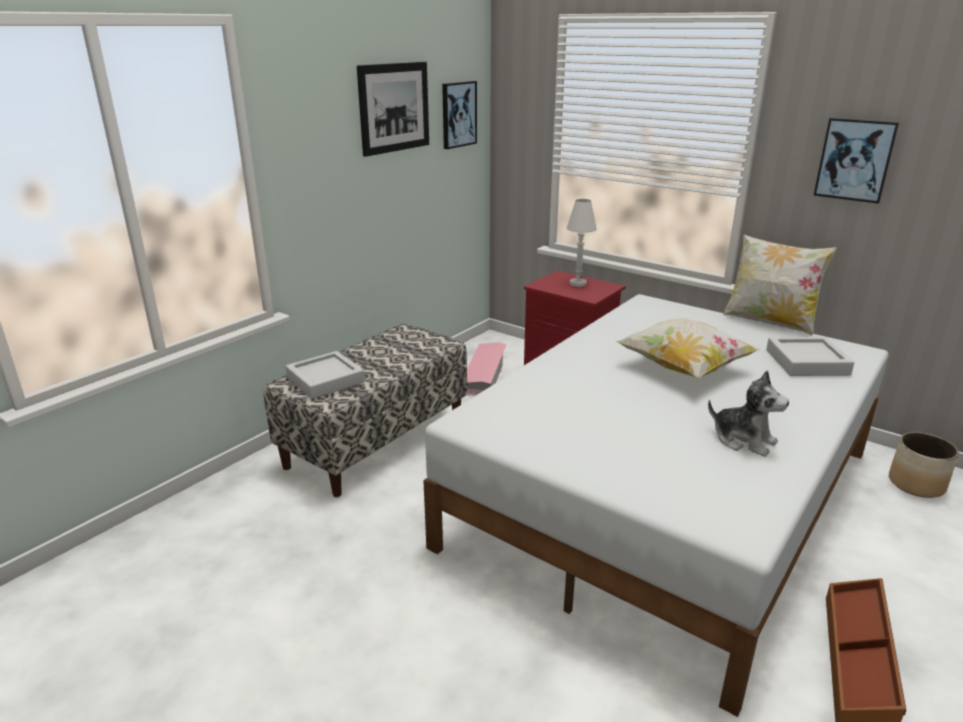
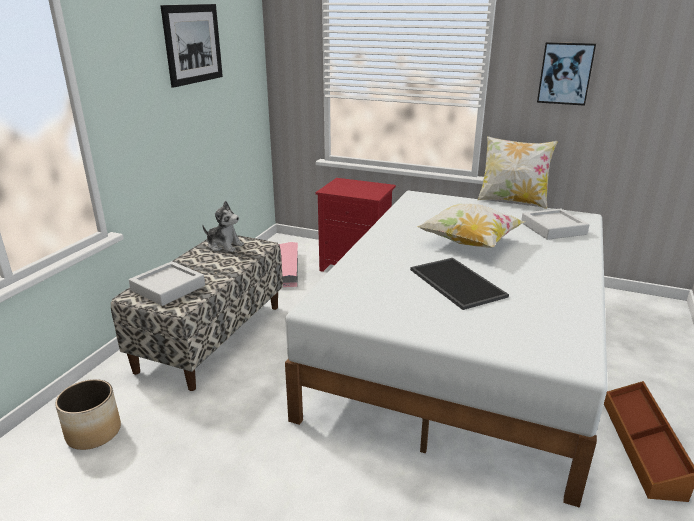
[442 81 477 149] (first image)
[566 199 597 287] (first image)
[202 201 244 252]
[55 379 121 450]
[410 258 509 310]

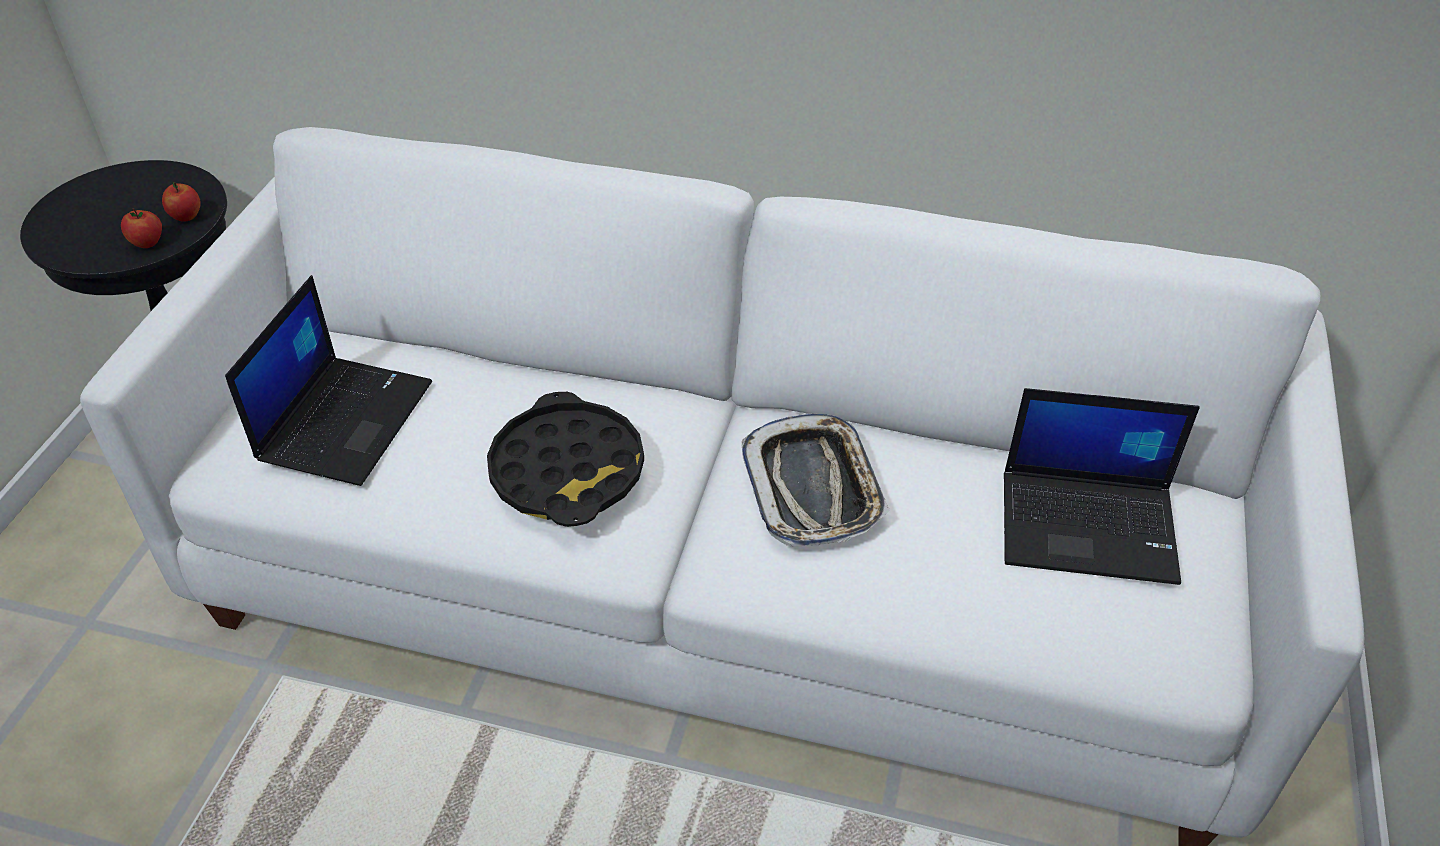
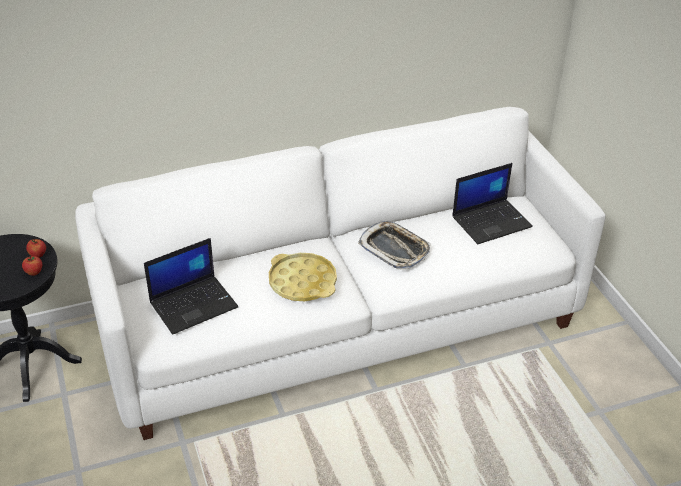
[144 238 238 335]
[269 253 337 301]

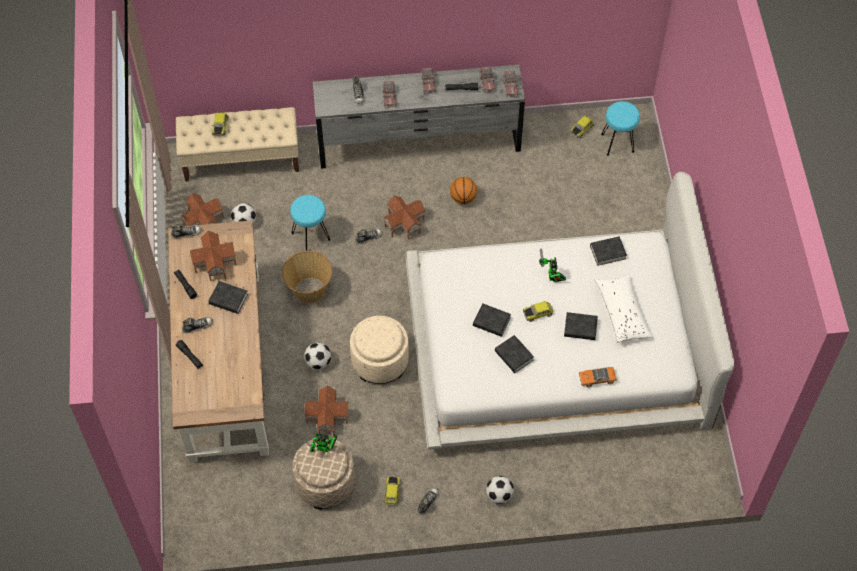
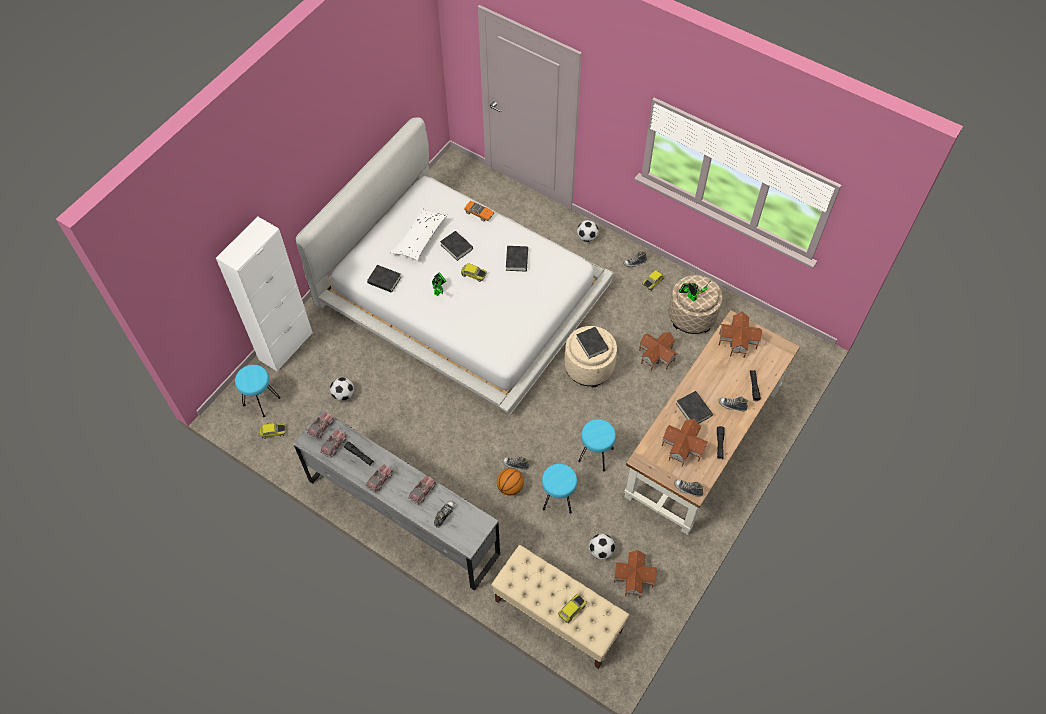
[497 468 524 496]
[719 311 762 358]
[578 419 616 471]
[576 327 609 359]
[330 377 354 401]
[216 217 313 372]

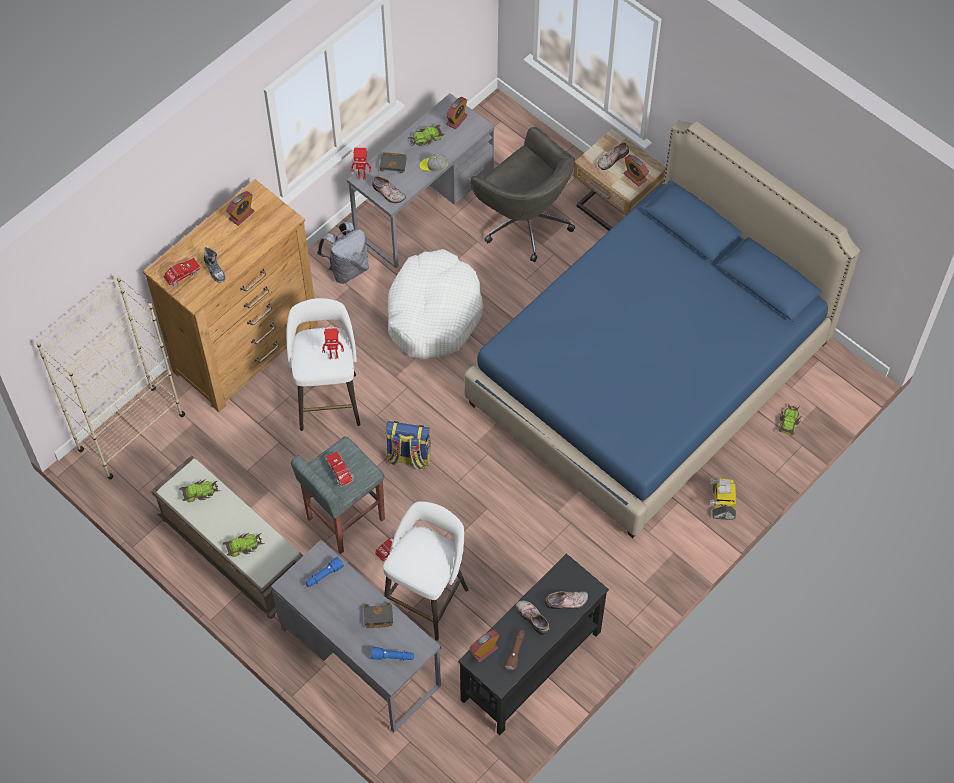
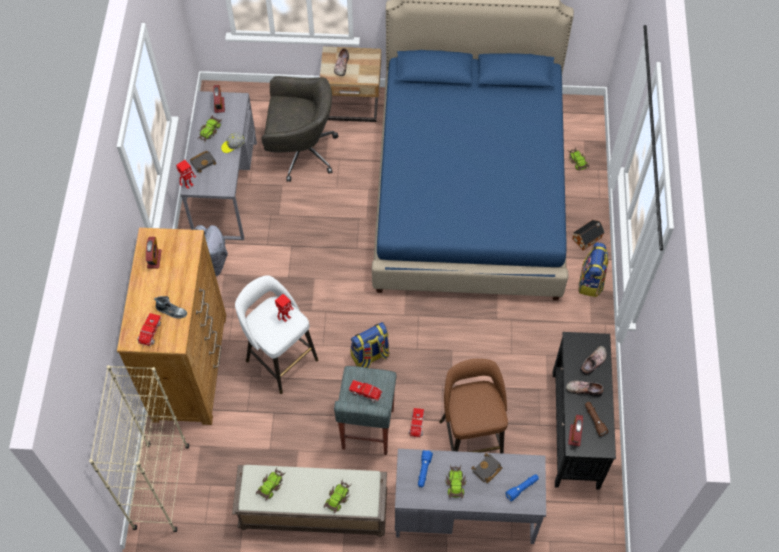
[624 155 649 186] (first image)
[372 176 406 203] (first image)
[388 249 484 359] (first image)
[573 220 605 250]
[439 359 508 454]
[579 242 609 297]
[445 465 466 499]

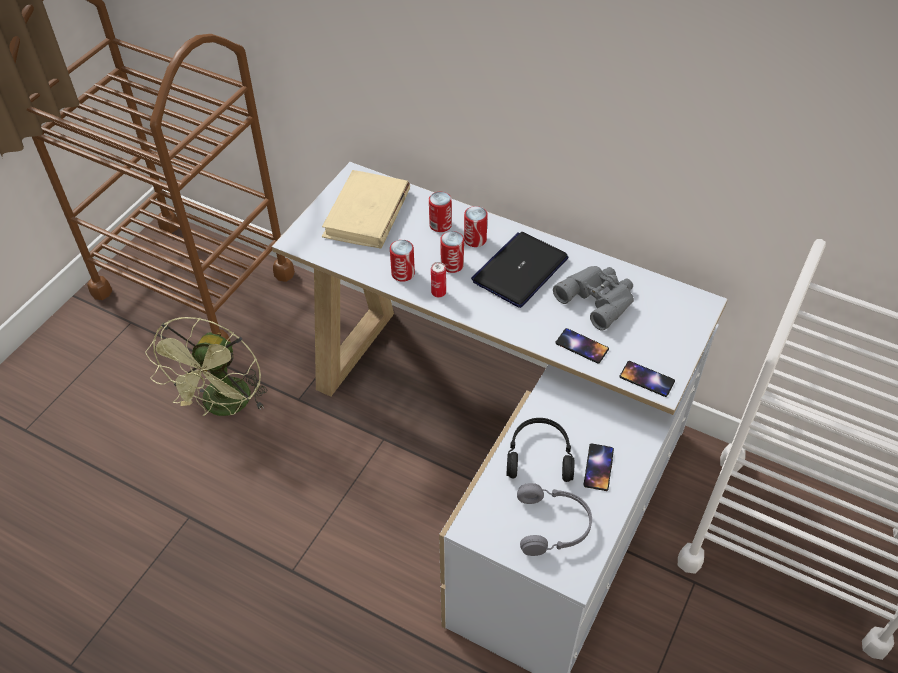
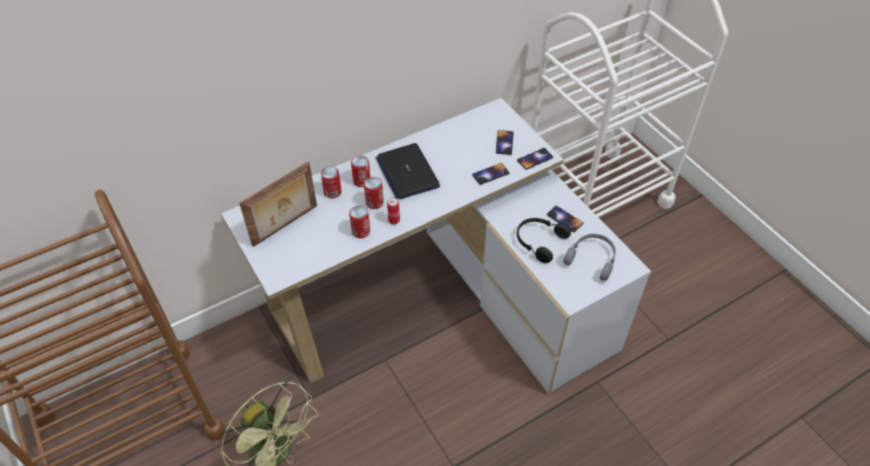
[239 161 317 247]
[553 266 634 331] (first image)
[496 130 514 155]

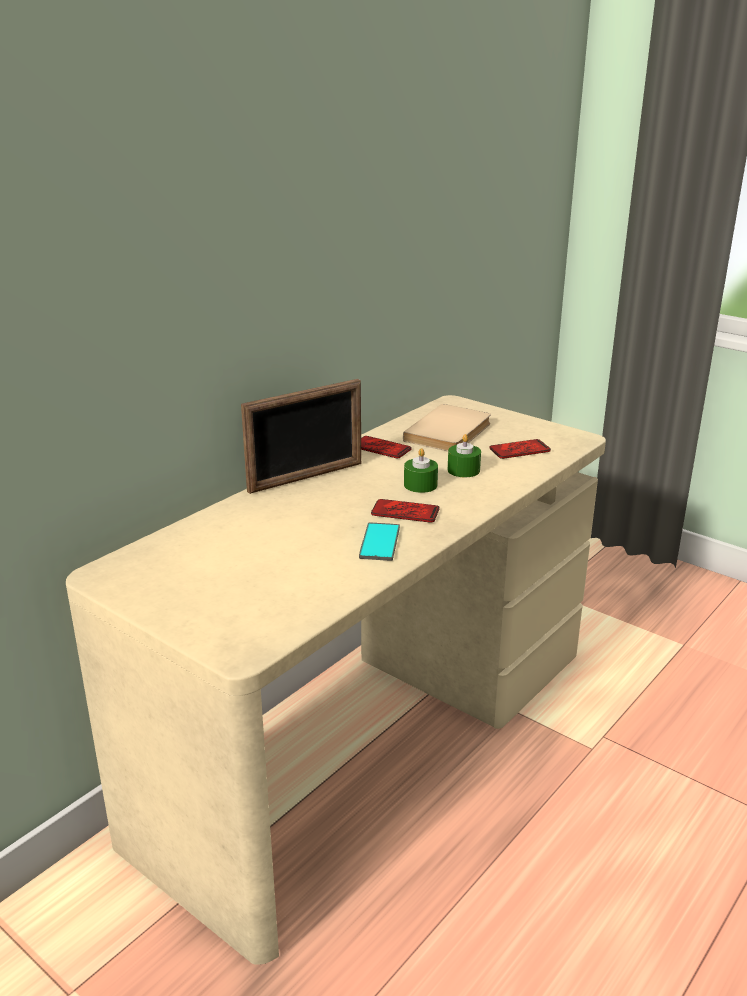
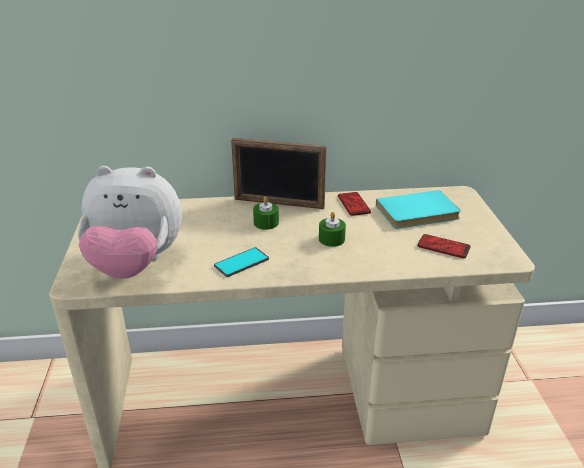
[376 190 461 229]
[253 196 279 230]
[371 499 440 523] (first image)
[78 166 182 279]

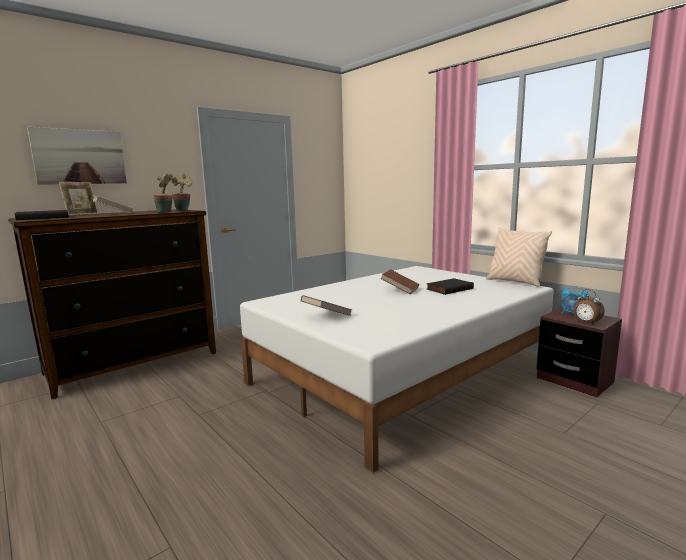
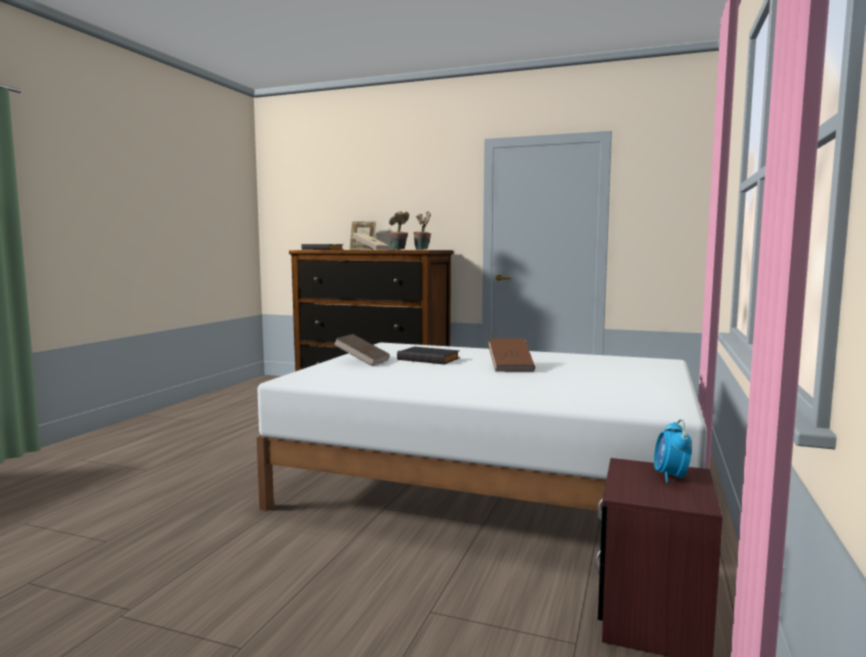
[27 127 127 185] (first image)
[486 227 552 287] (first image)
[397 347 460 365]
[574 289 605 325] (first image)

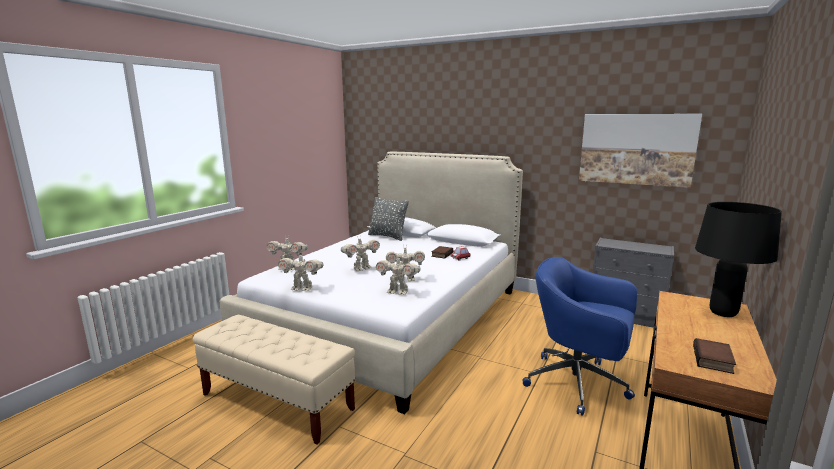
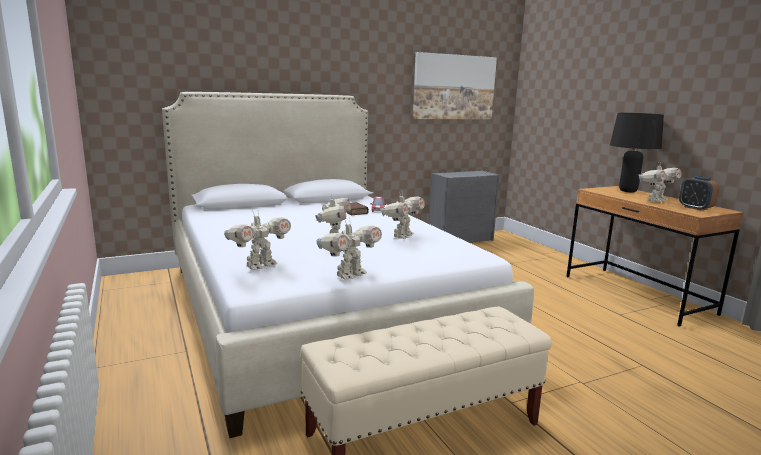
[368 197 409 241] (first image)
[638 162 682 202]
[523 257 637 416] (first image)
[679 176 719 211]

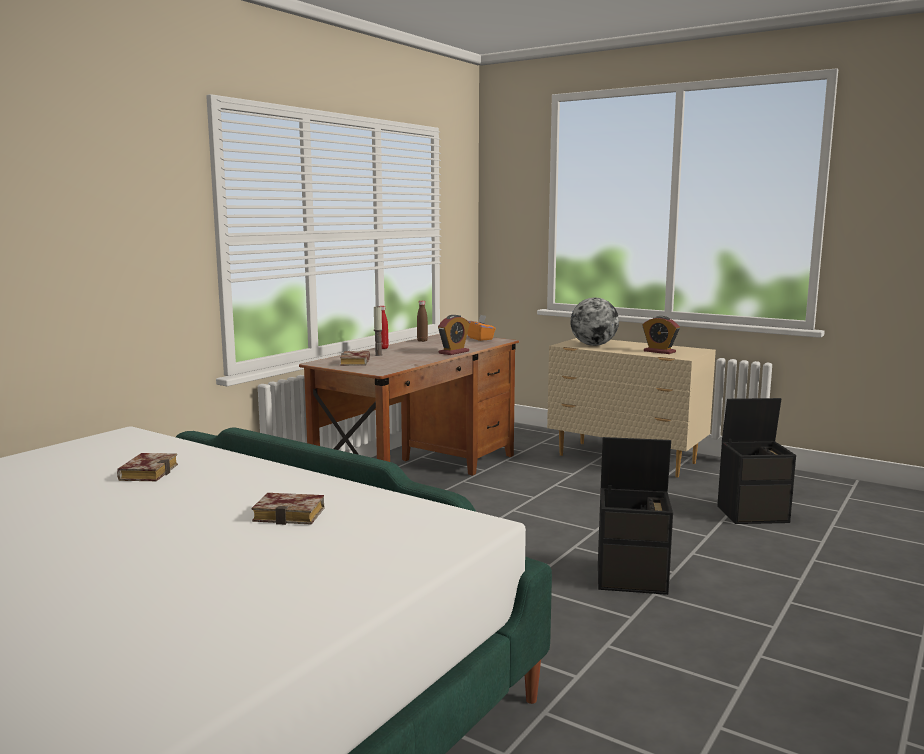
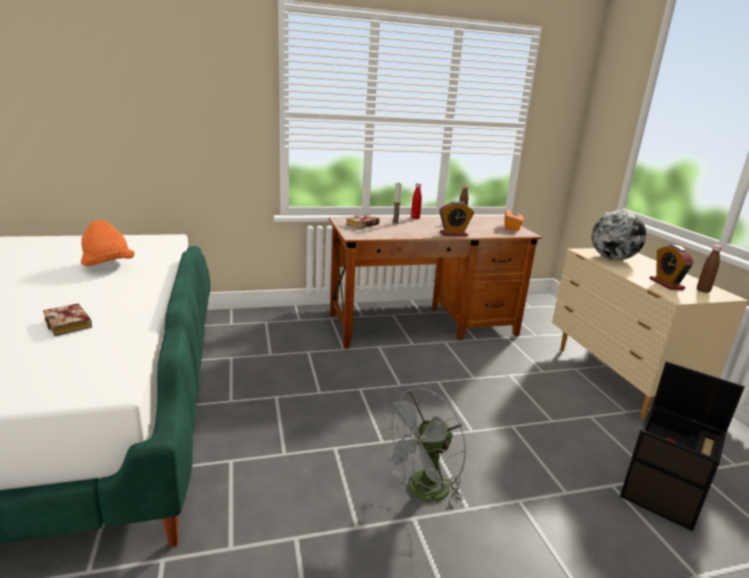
[380 388 466 512]
[81 220 135 266]
[697 245 722 293]

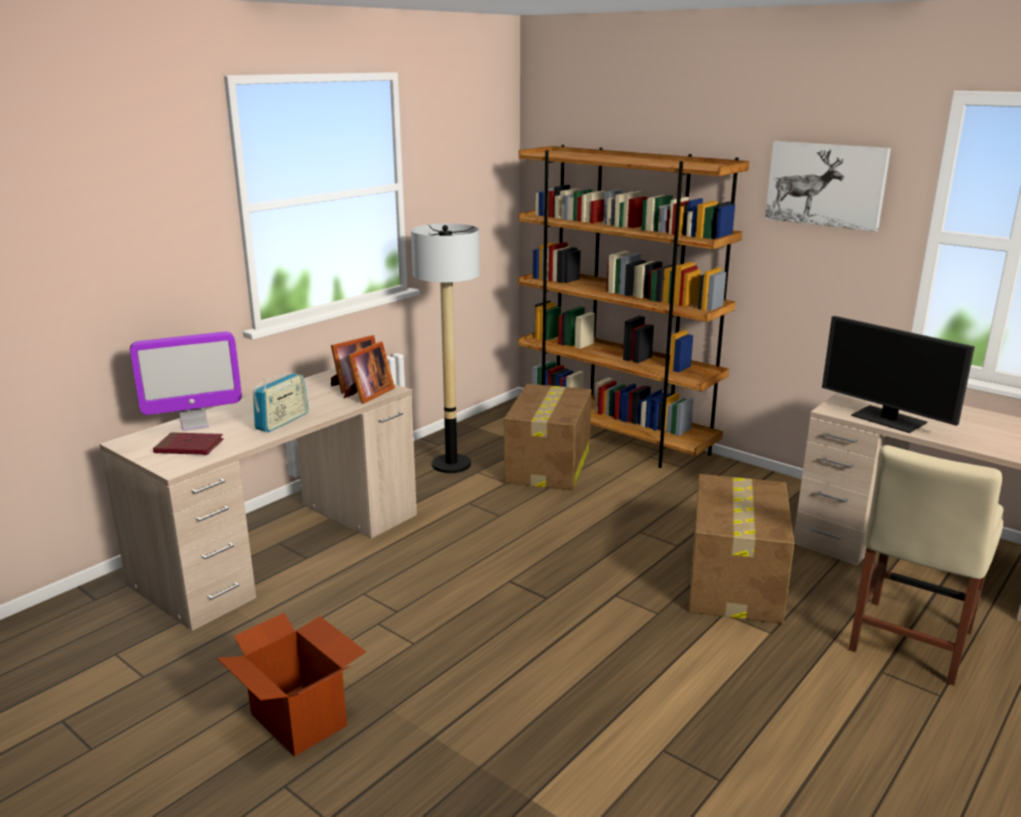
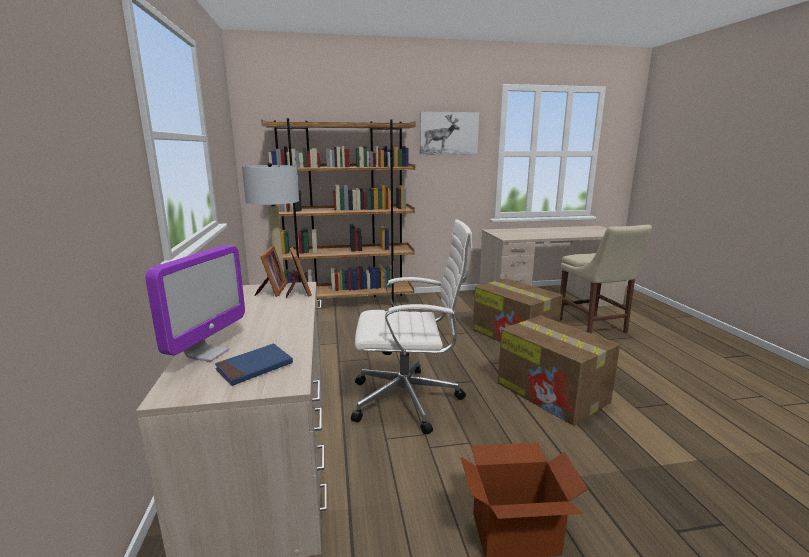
[822 316 975 433] (first image)
[253 373 308 432] (first image)
[498 315 620 426]
[215 344 293 386]
[351 219 473 434]

